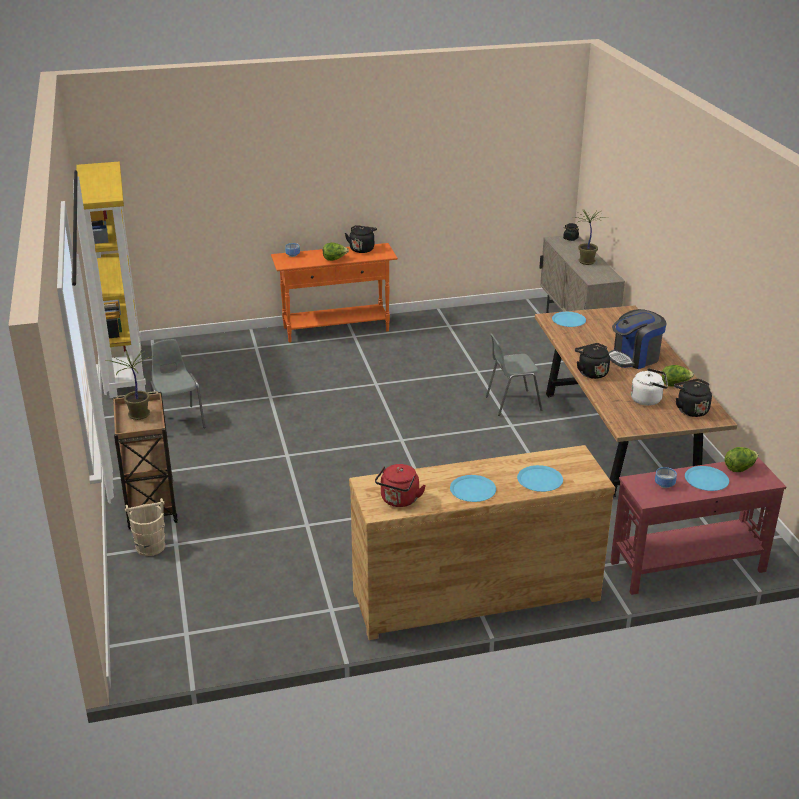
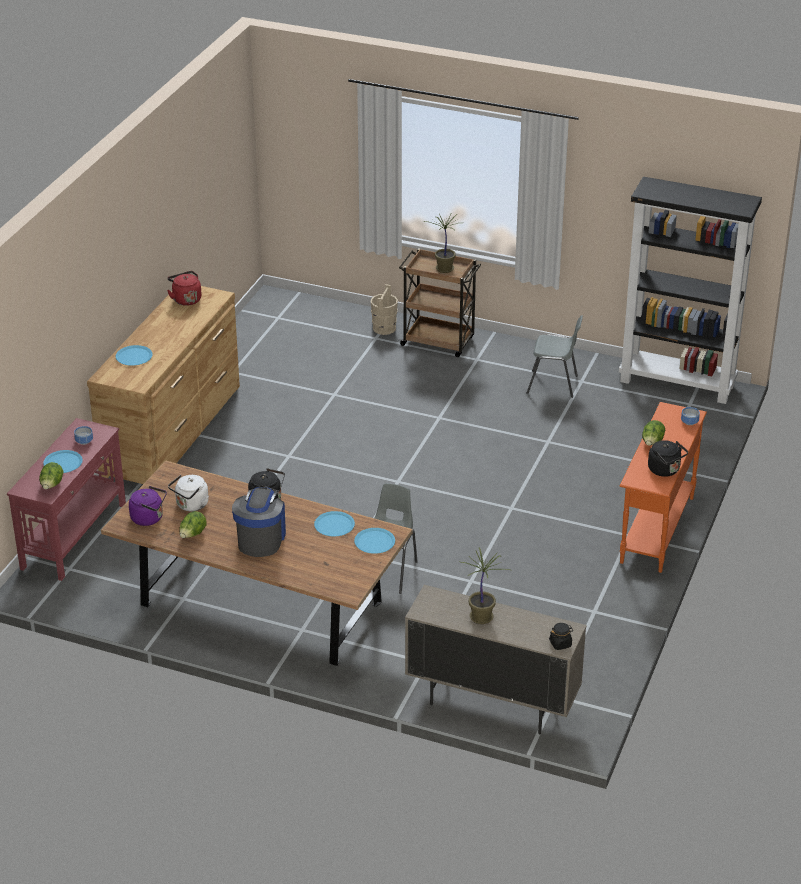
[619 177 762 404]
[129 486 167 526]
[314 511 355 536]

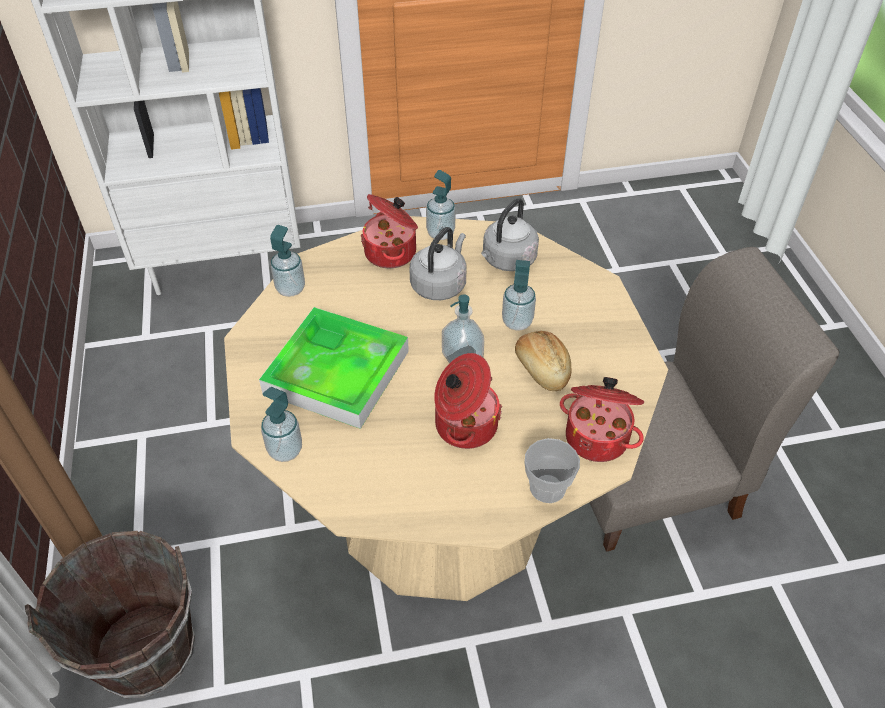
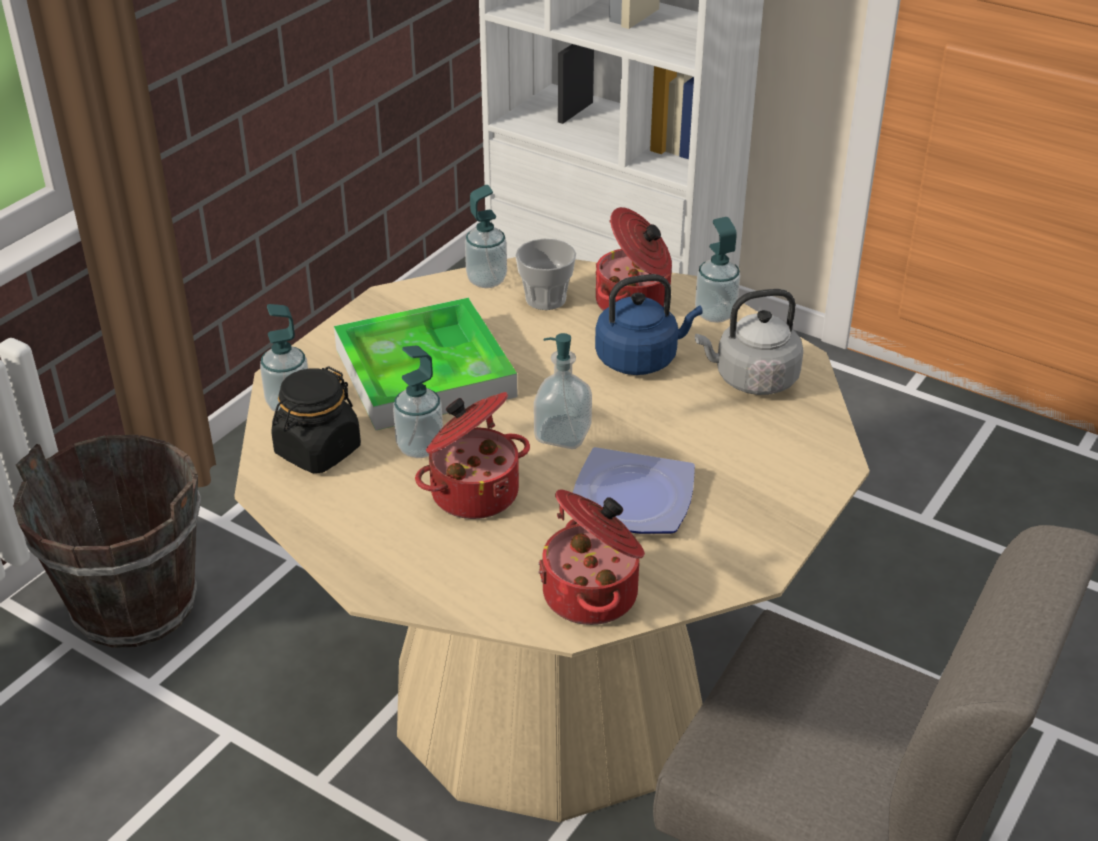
[595 274 703 375]
[393 346 443 458]
[573 447 695 534]
[515 238 576 310]
[271 367 361 473]

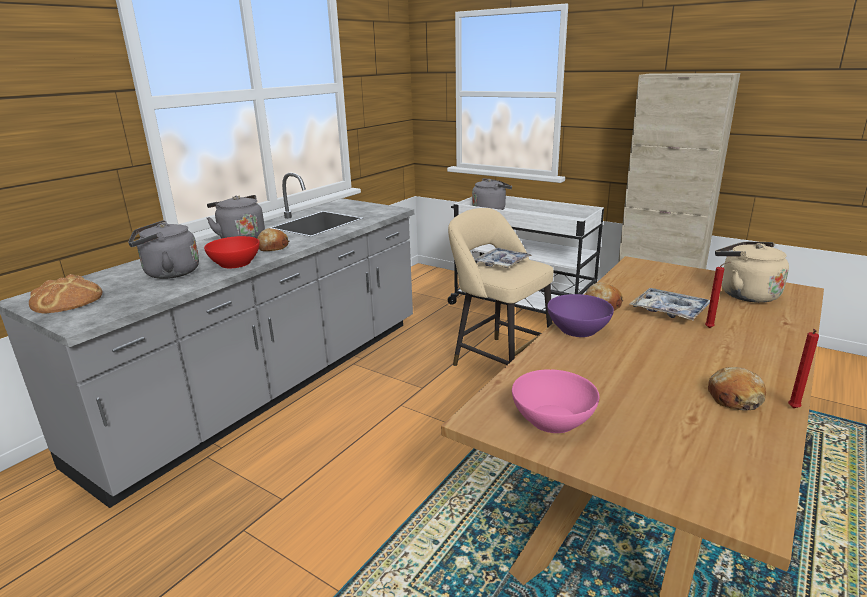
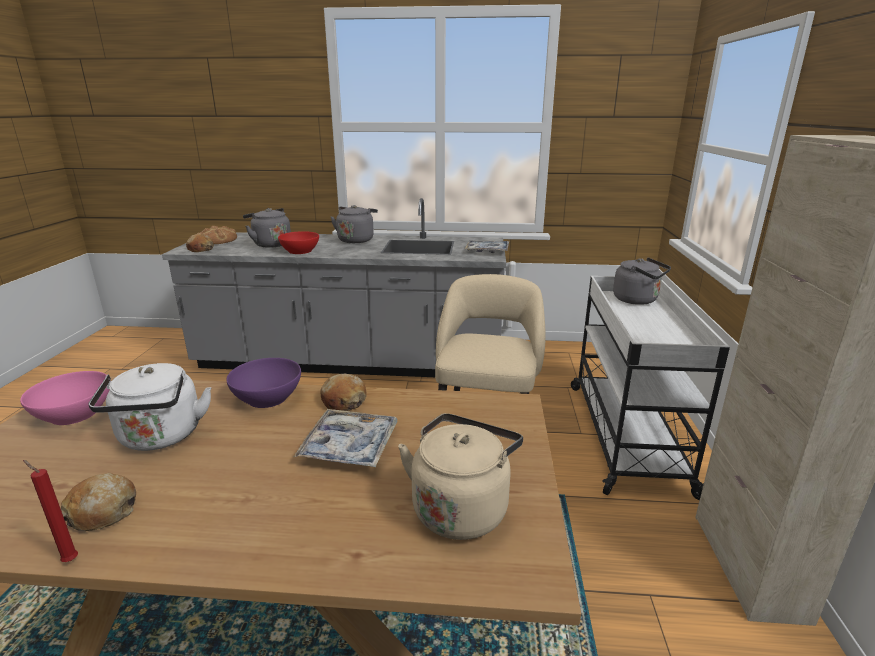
[186 234 214 252]
[465 240 509 253]
[705 262 730 328] (first image)
[88 363 212 451]

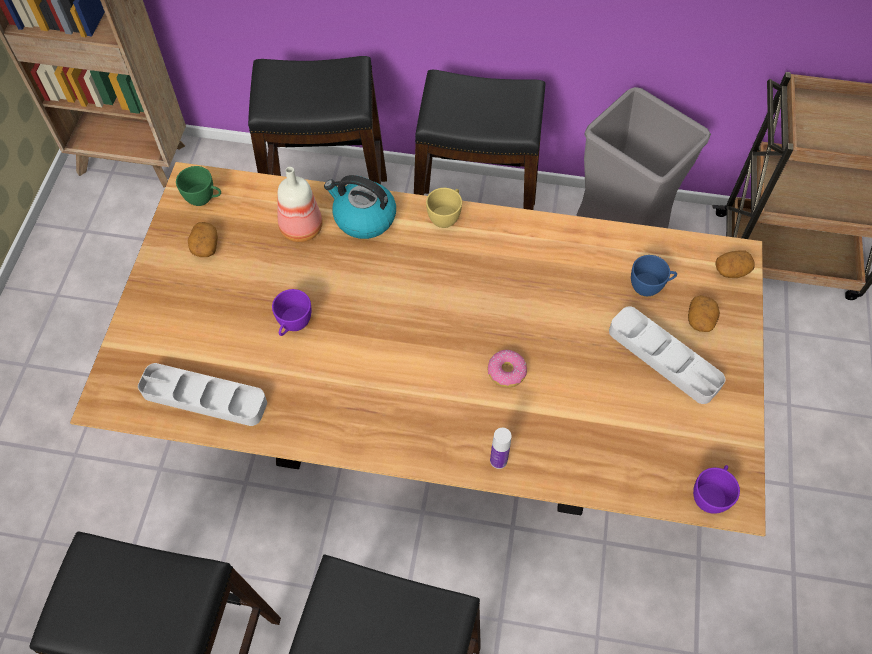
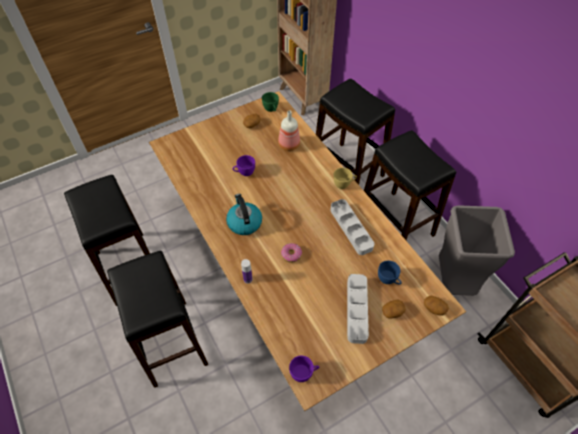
[226 194 262 235]
[330 199 374 255]

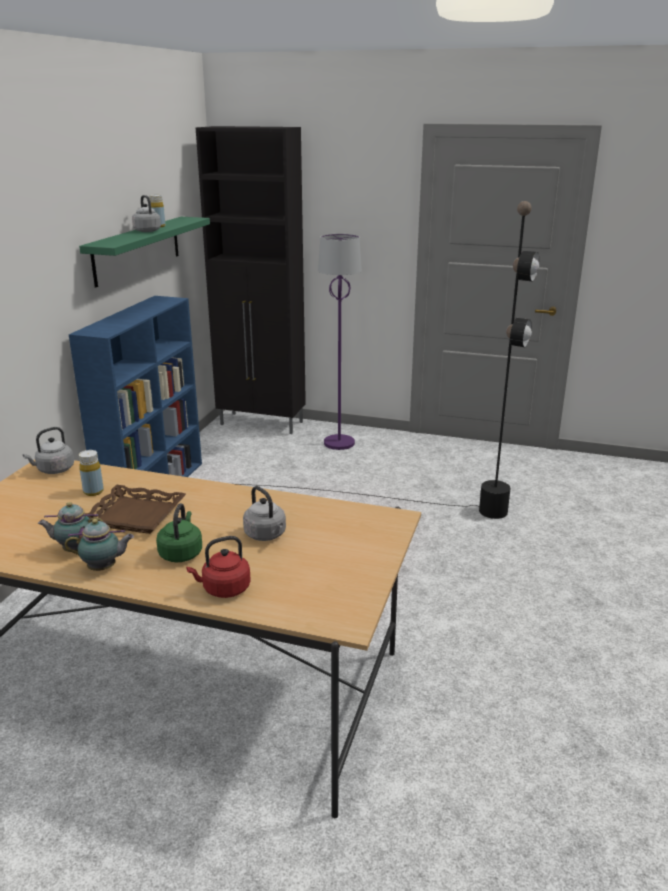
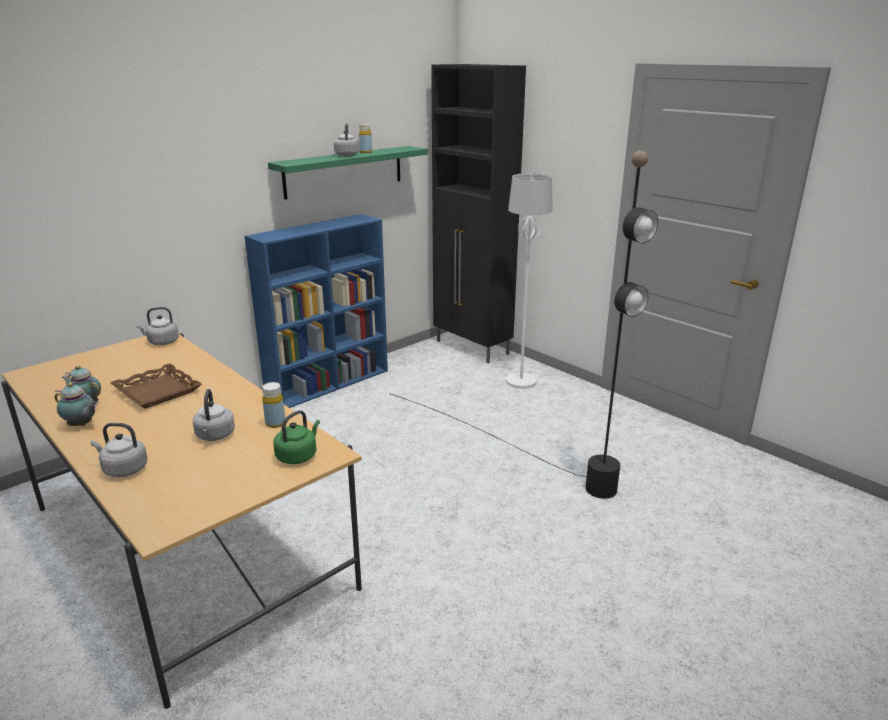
[506 173 553 389]
[262 382 285 428]
[273 410 320 464]
[91 423 147 477]

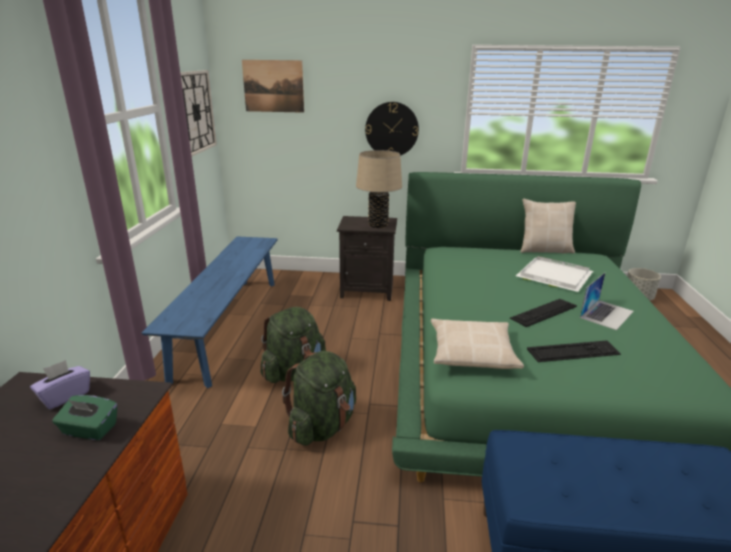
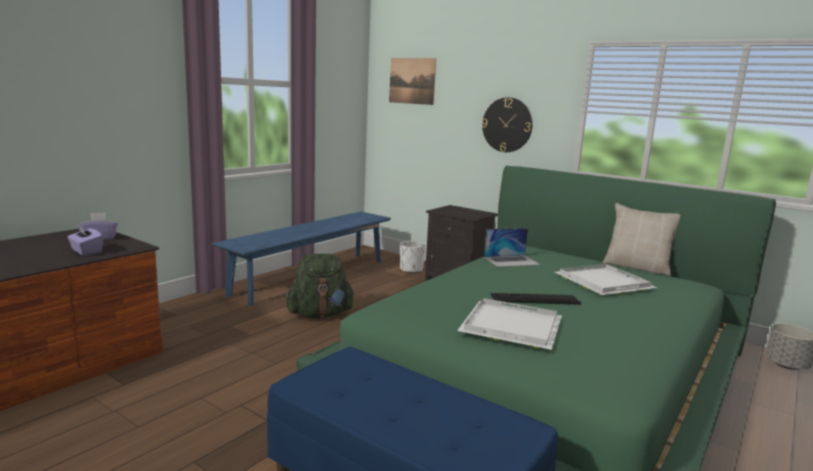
[180 70 217 156] (first image)
[356 150 402 228] (first image)
[484 228 541 267]
[431 319 524 369] (first image)
[457 298 562 350]
[282 351 356 446] (first image)
[67 225 103 256]
[400 241 426 273]

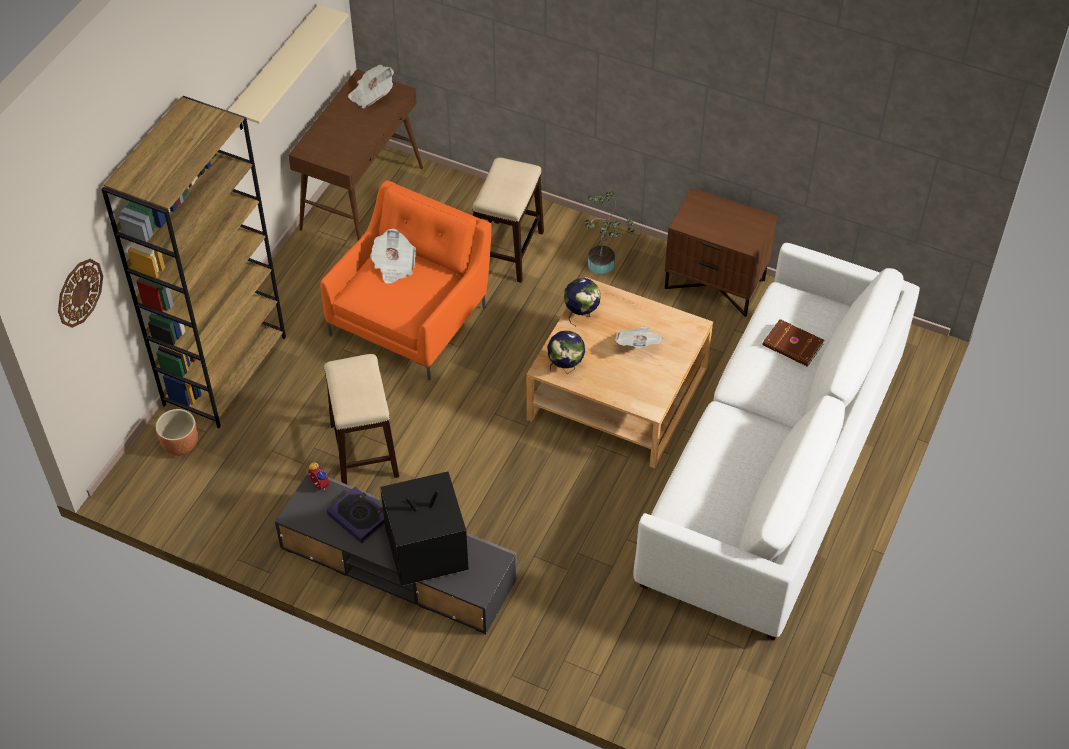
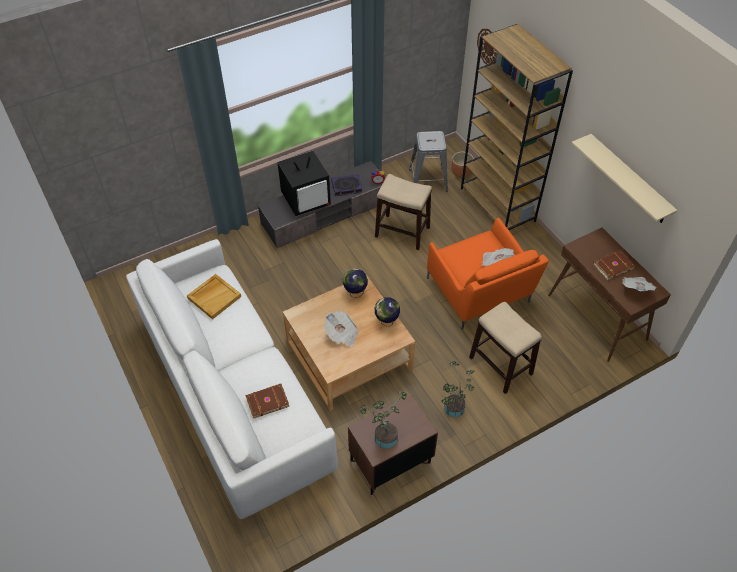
[277 151 331 216]
[409 131 448 192]
[593 250 636 280]
[187 274 241 320]
[360 390 407 449]

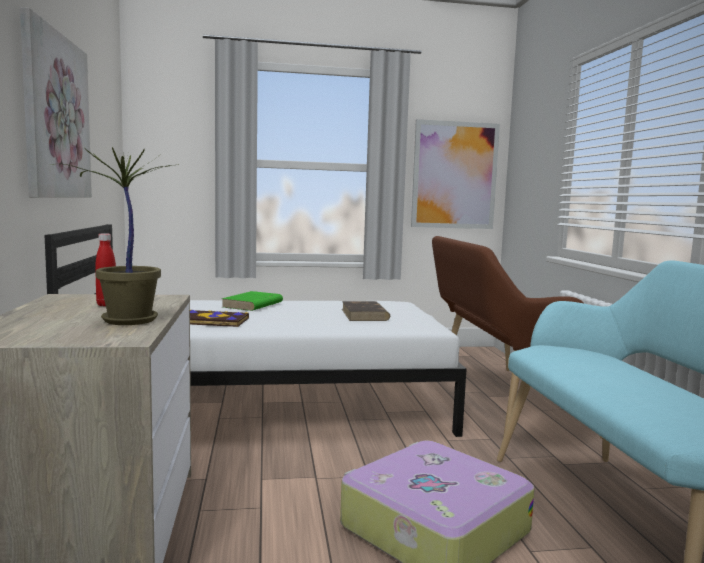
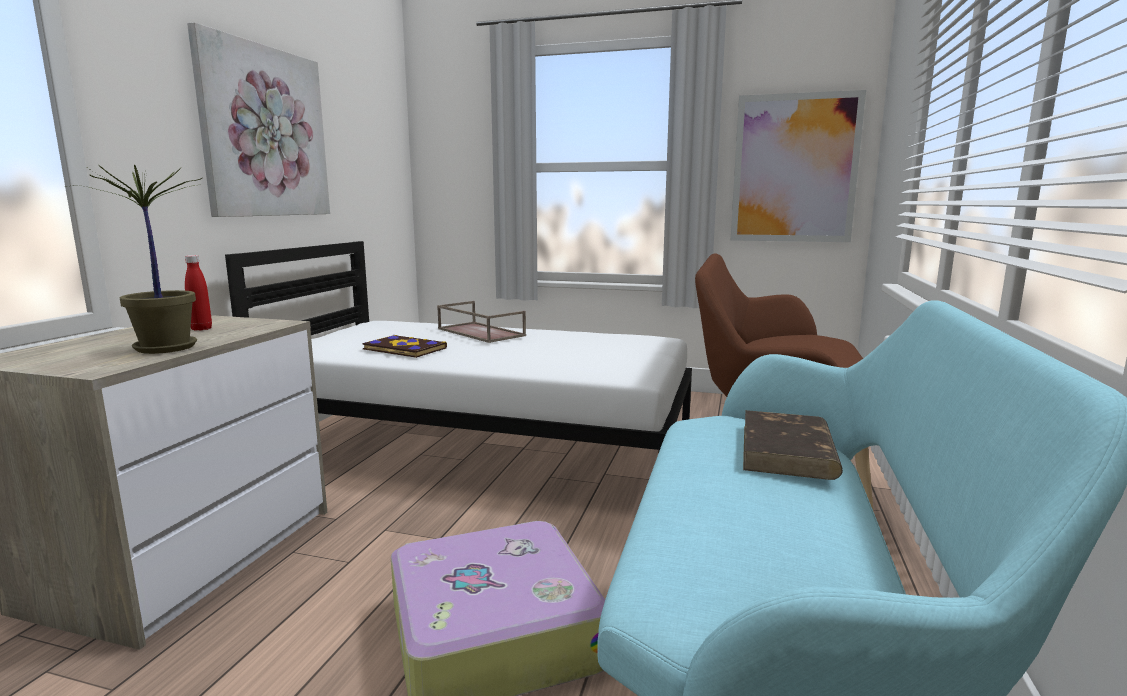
[437 301 526 343]
[743 410 843 480]

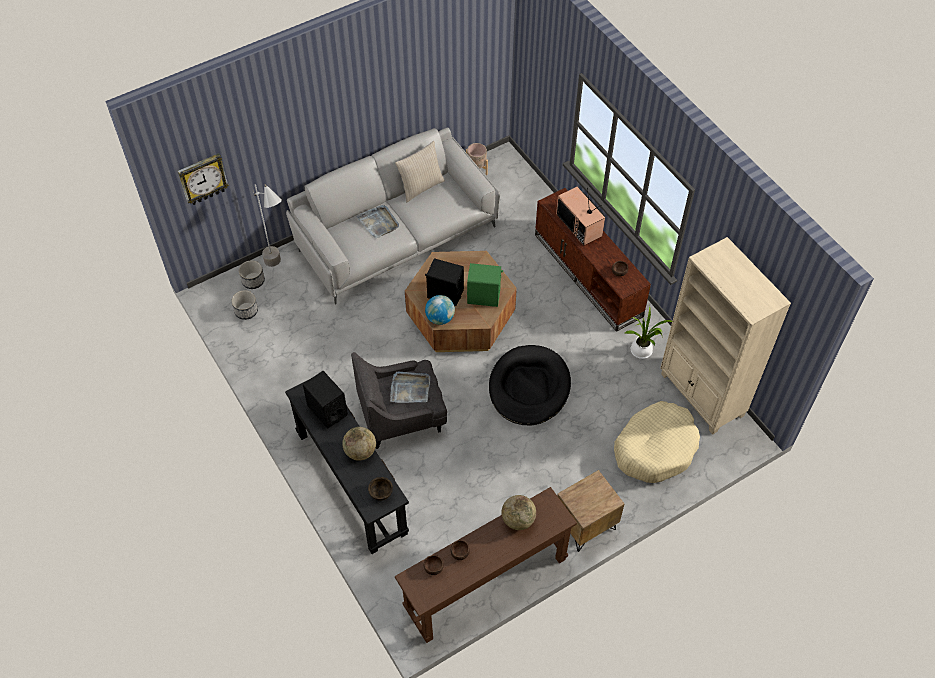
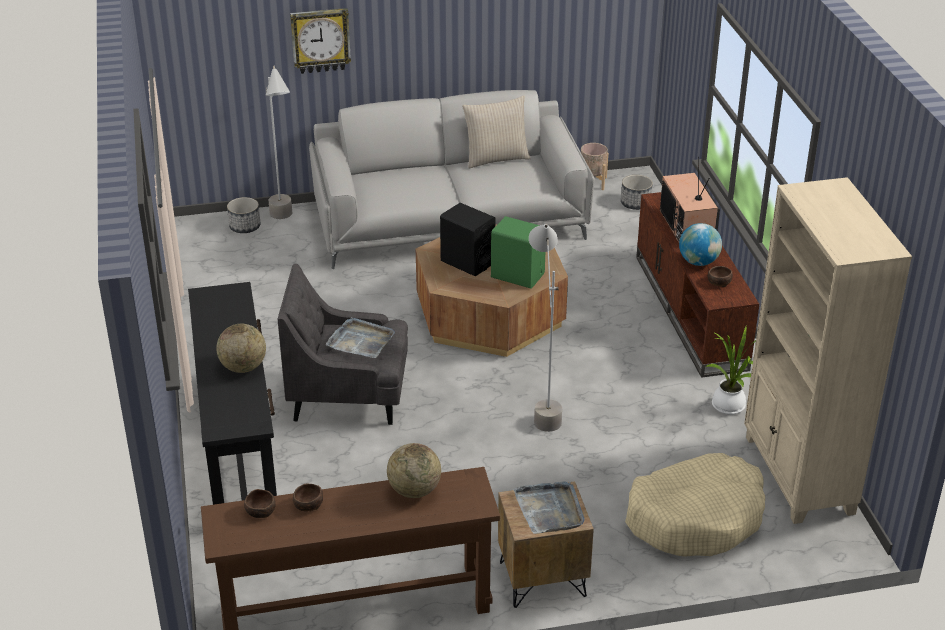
[290 8 351 74]
[513 481 585 534]
[621 175 653 210]
[679 223 722 266]
[529 224 562 432]
[303 371 348 428] (first image)
[368 477 393 501] (first image)

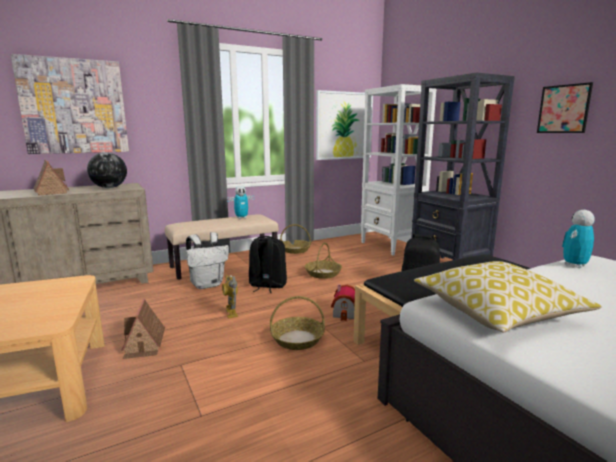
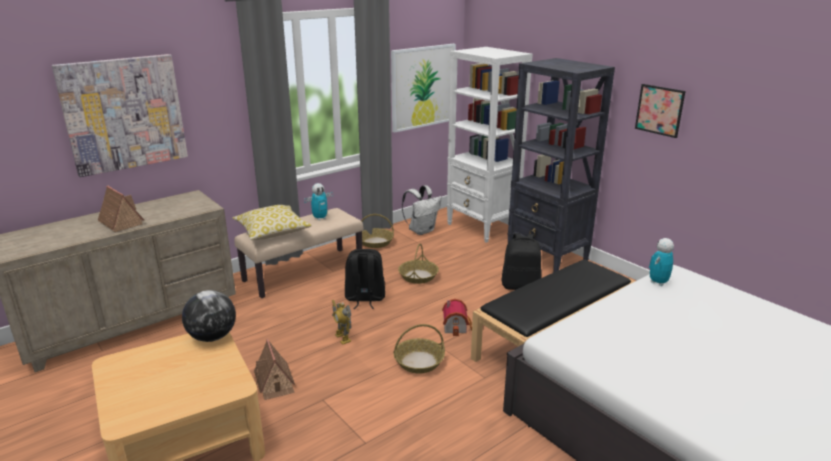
[182 290 236 342]
[402 185 442 235]
[233 205 312 240]

